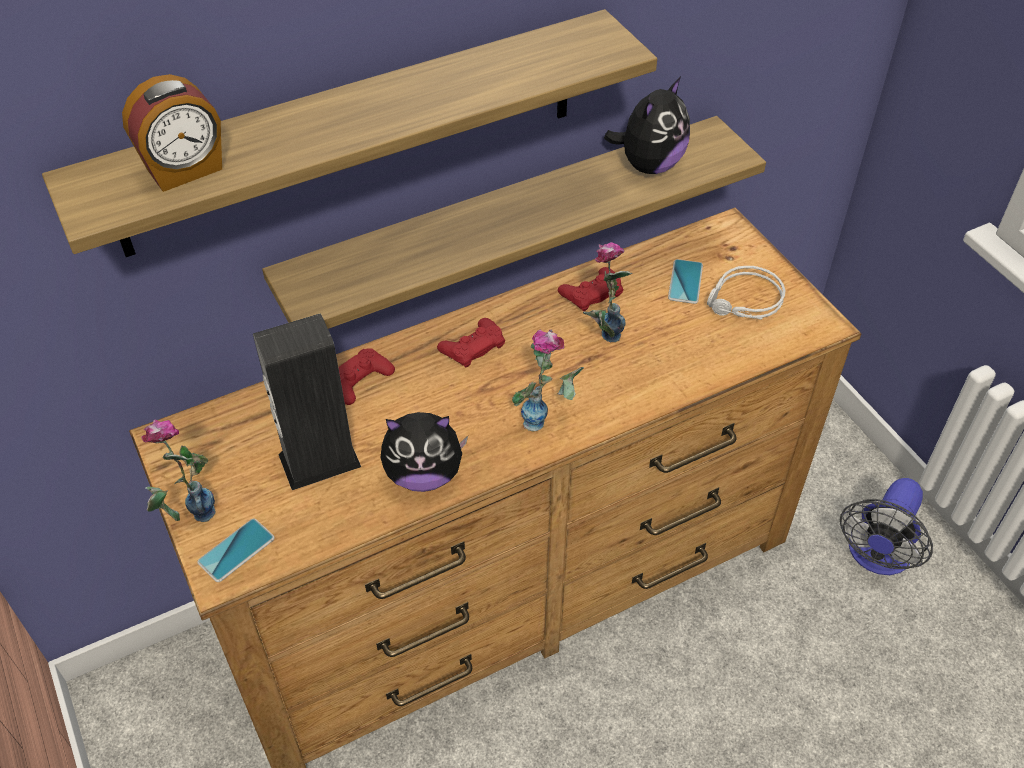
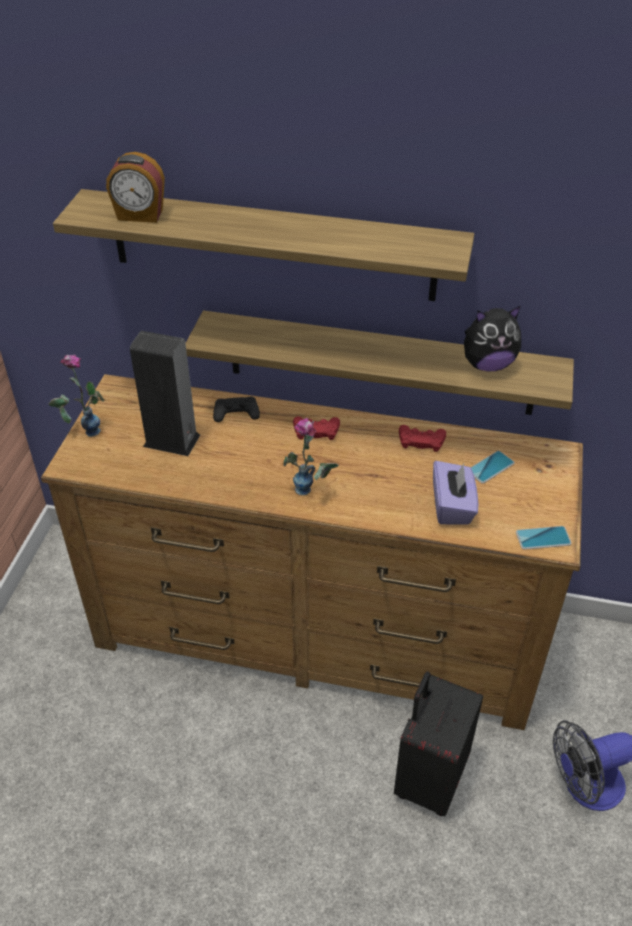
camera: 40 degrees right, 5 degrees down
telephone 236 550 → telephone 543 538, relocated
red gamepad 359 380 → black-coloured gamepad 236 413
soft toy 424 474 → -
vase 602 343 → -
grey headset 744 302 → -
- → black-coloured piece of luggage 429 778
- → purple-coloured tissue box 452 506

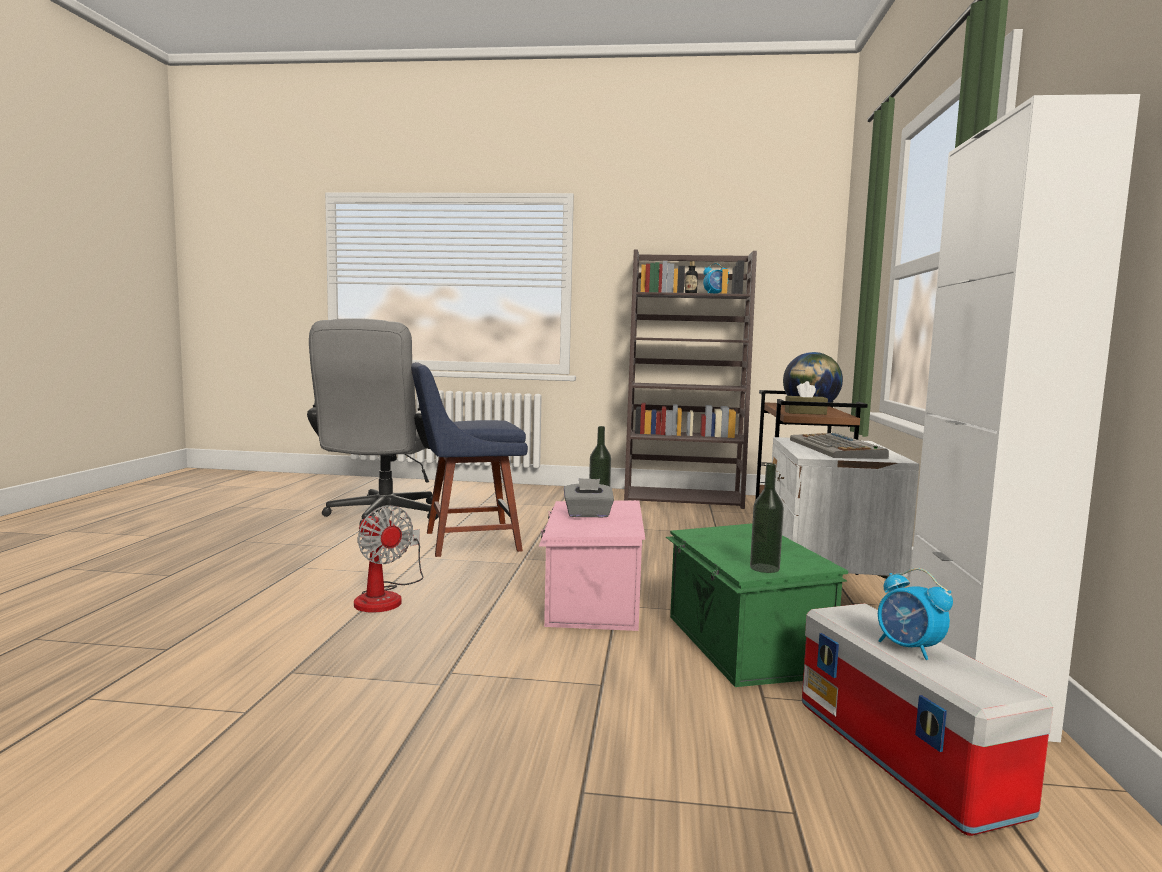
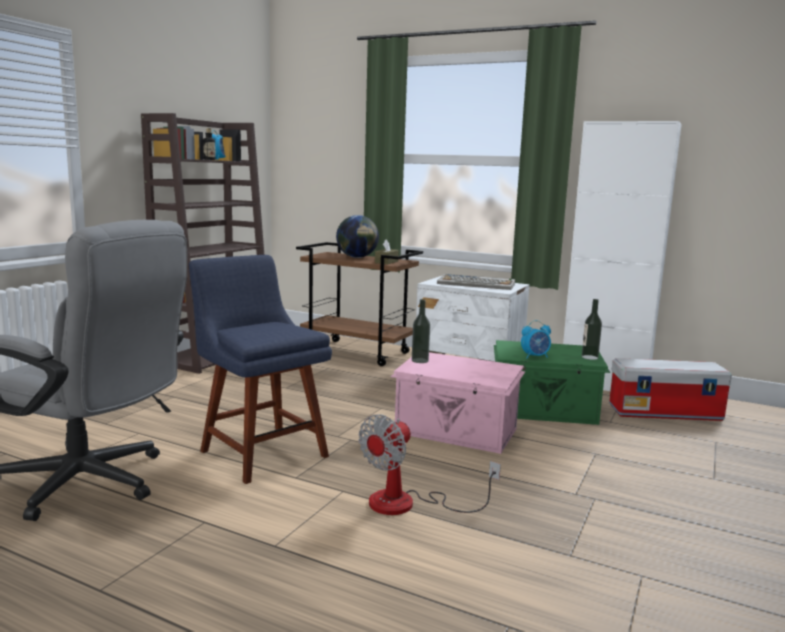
camera: 70 degrees left, 5 degrees up
cooling fan 385 597 → cooling fan 408 504, 150 degrees clockwise
bluish upright chair 466 542 → bluish upright chair 260 451, 135 degrees clockwise
grey tissue box 588 514 → -
alarm clock 909 649 → alarm clock 535 357, relocated

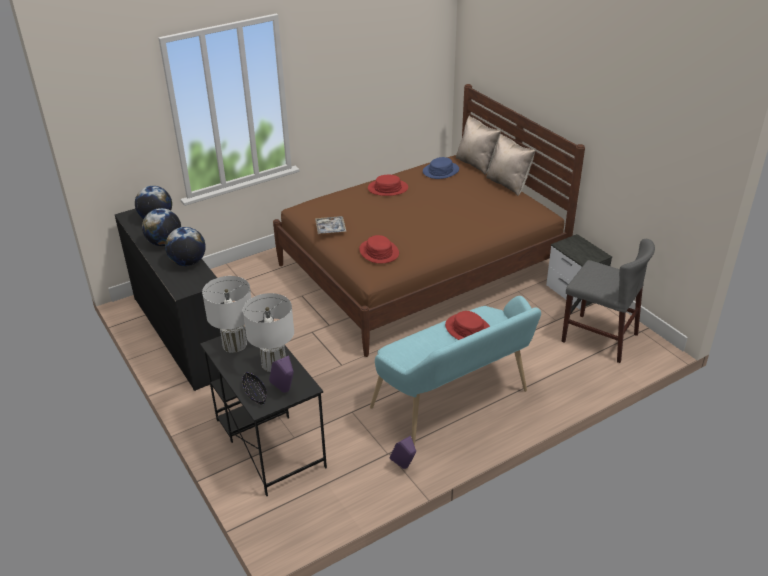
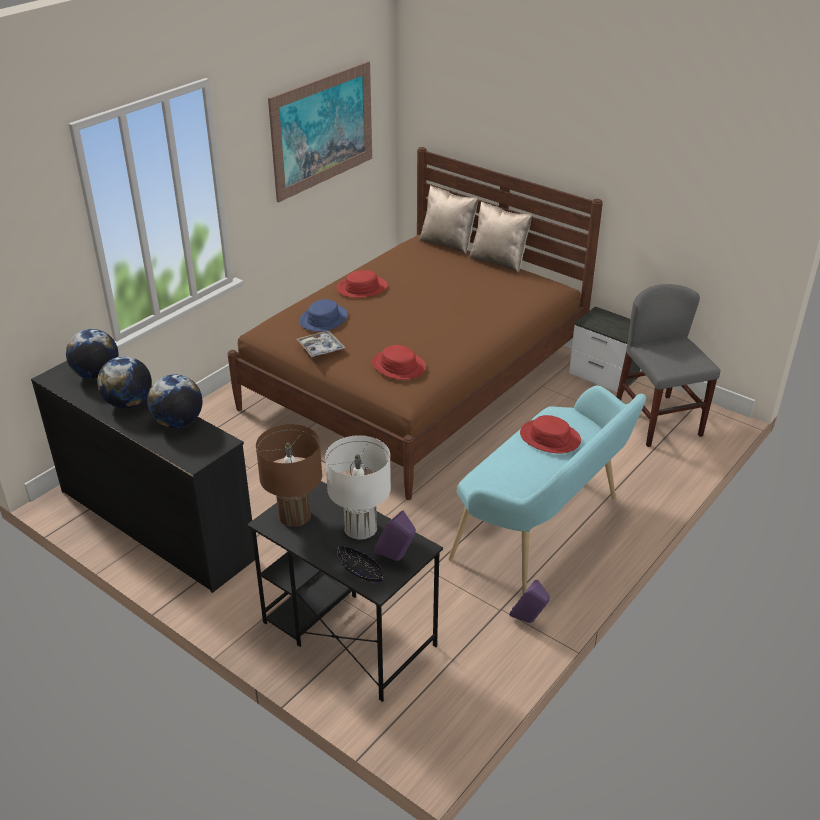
camera: 20 degrees left, 0 degrees up
white table lamp 234 344 → brown-coloured table lamp 294 515
bluish wearable hat 440 171 → bluish wearable hat 323 319, relocated
grey upright chair 599 338 → grey upright chair 658 421, 120 degrees counterclockwise
- → wall art 323 130

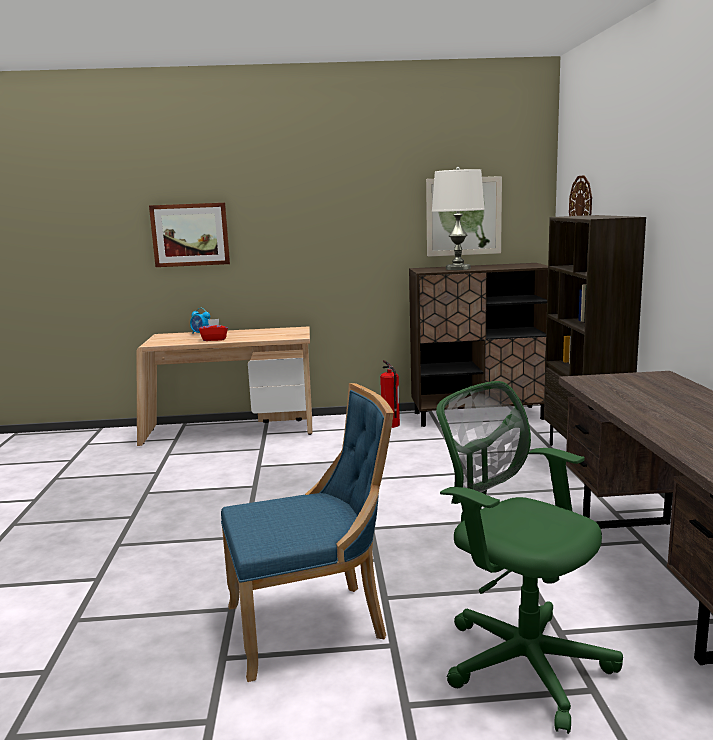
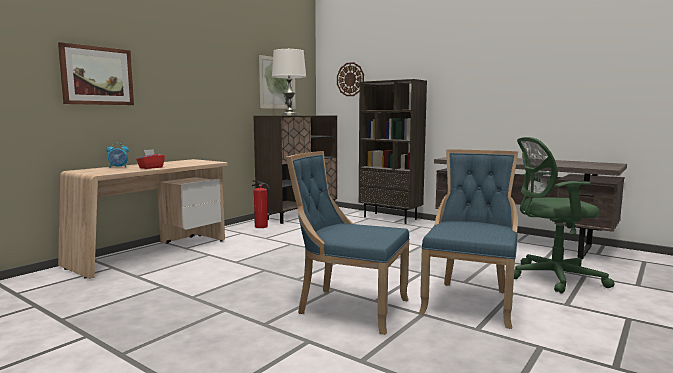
camera: 50 degrees left, 5 degrees down
- → bluish upright chair 349 308

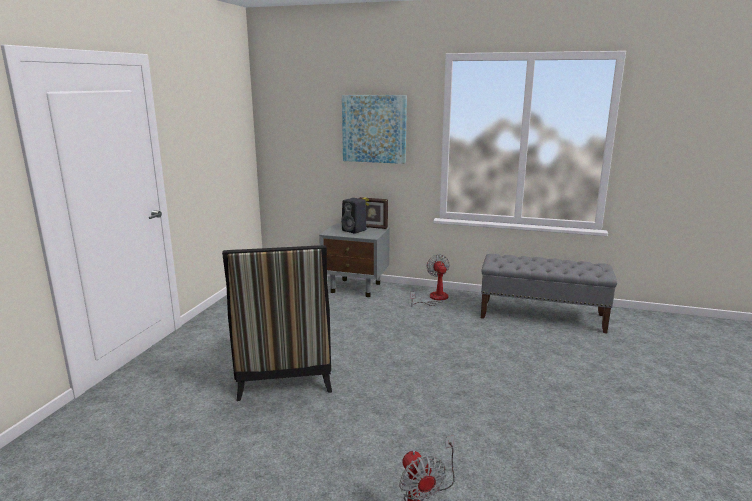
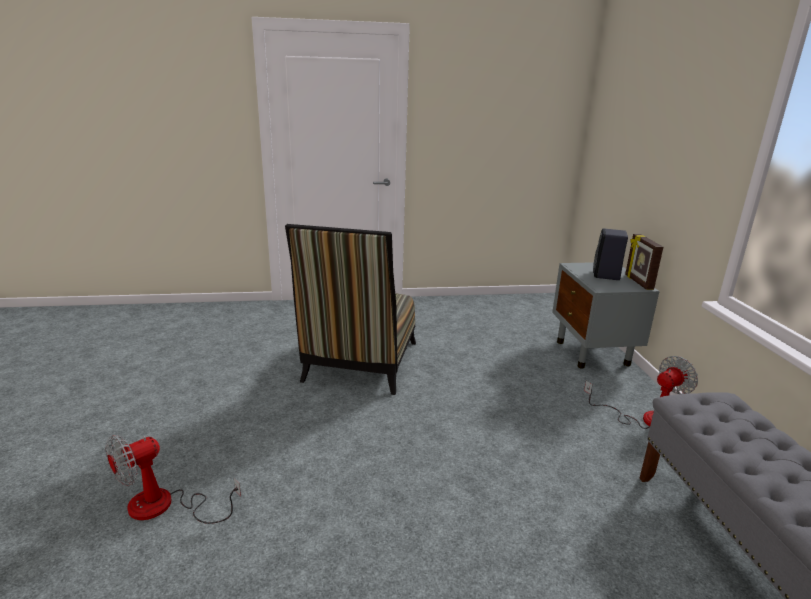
camera: 65 degrees right, 5 degrees up
upright chair 284 373 → upright chair 359 365, 45 degrees counterclockwise
wall art 374 129 → -

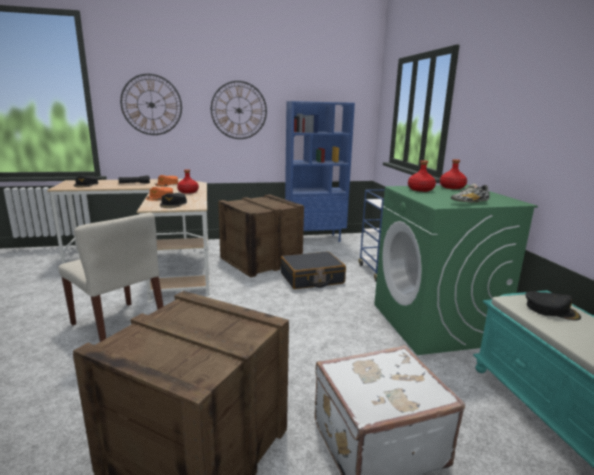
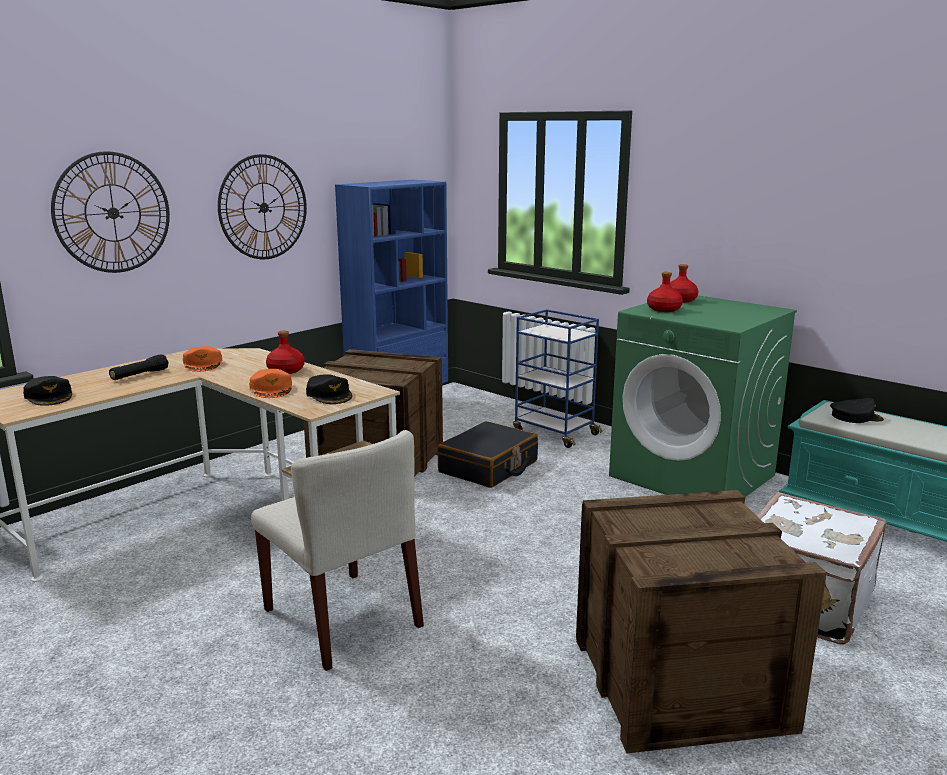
camera: 35 degrees left, 0 degrees up
sand-coloured upright chair 119 325 → sand-coloured upright chair 343 618, 45 degrees clockwise
low shoe 469 203 → -

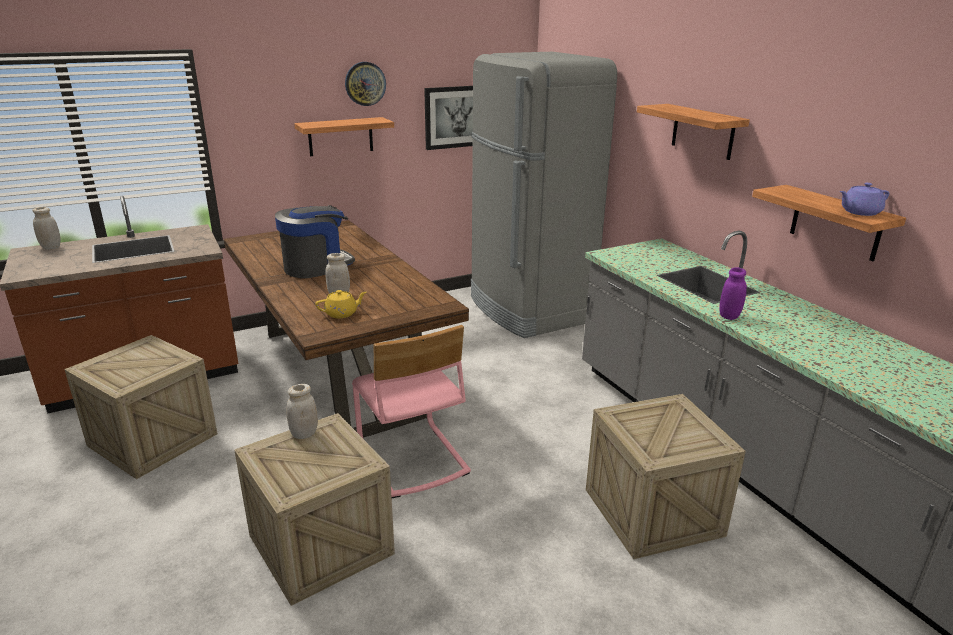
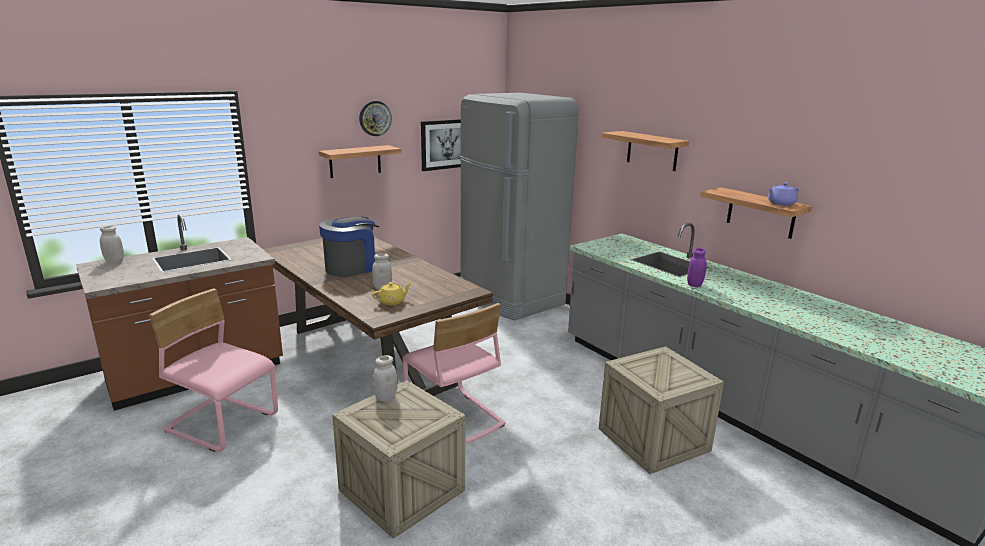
camera: 10 degrees left, 5 degrees down
crate 153 440 → pink-coloured upright chair 223 423

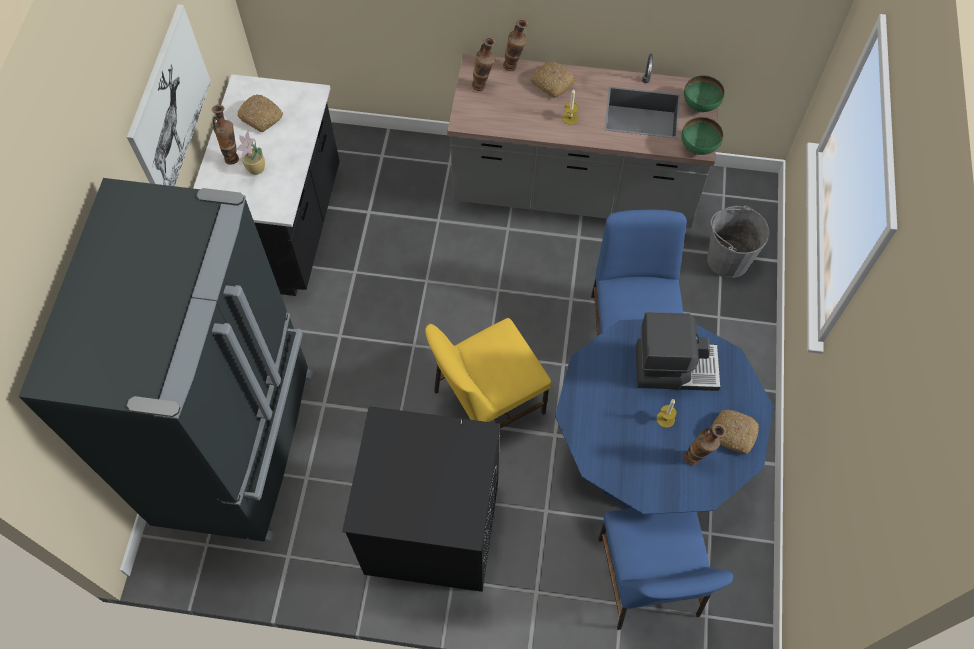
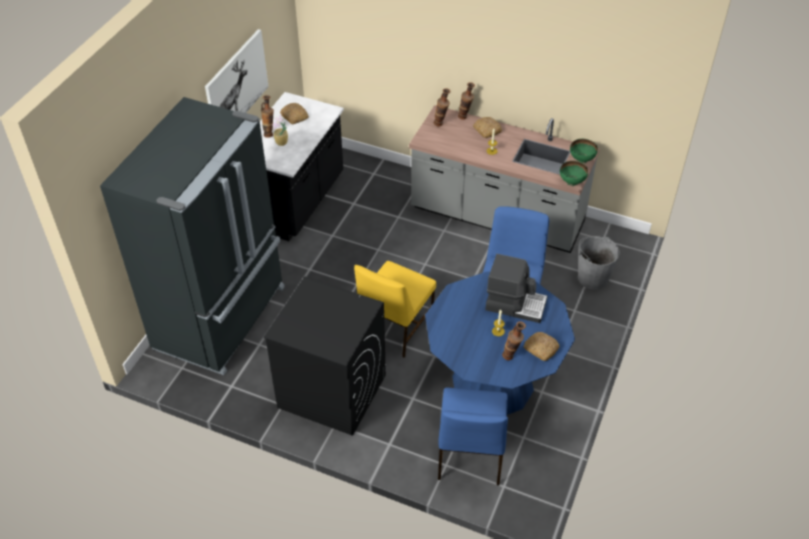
camera: 15 degrees right, 15 degrees down
yellow upright chair 487 402 → yellow upright chair 394 327, 45 degrees counterclockwise

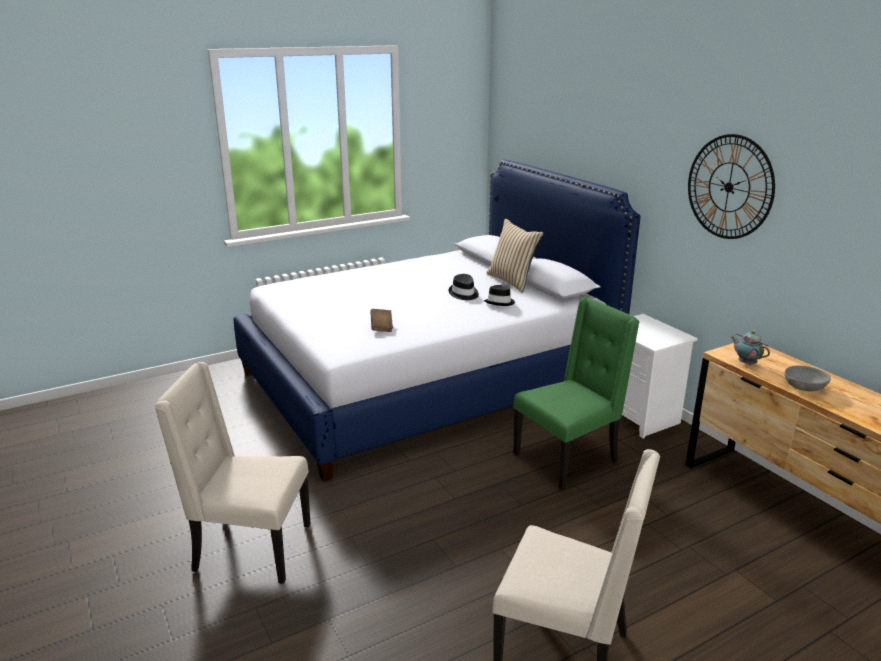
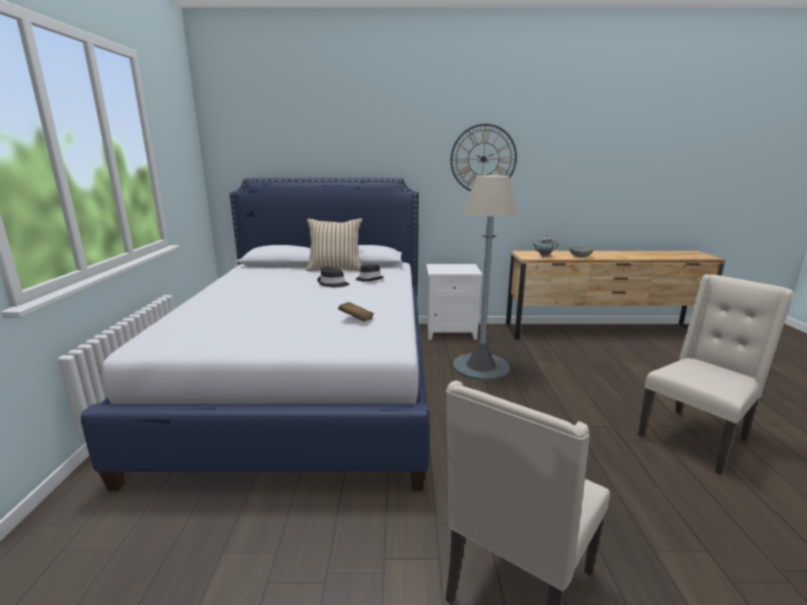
camera: 60 degrees left, 5 degrees down
greenish upright chair 568 459 → grey standard lamp 480 367

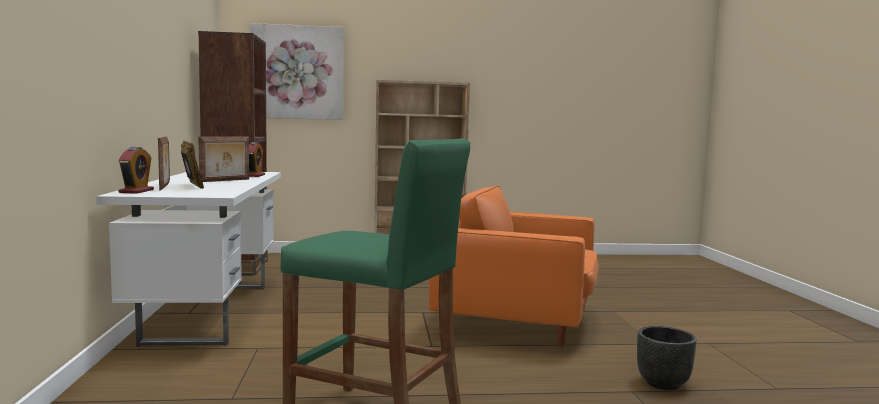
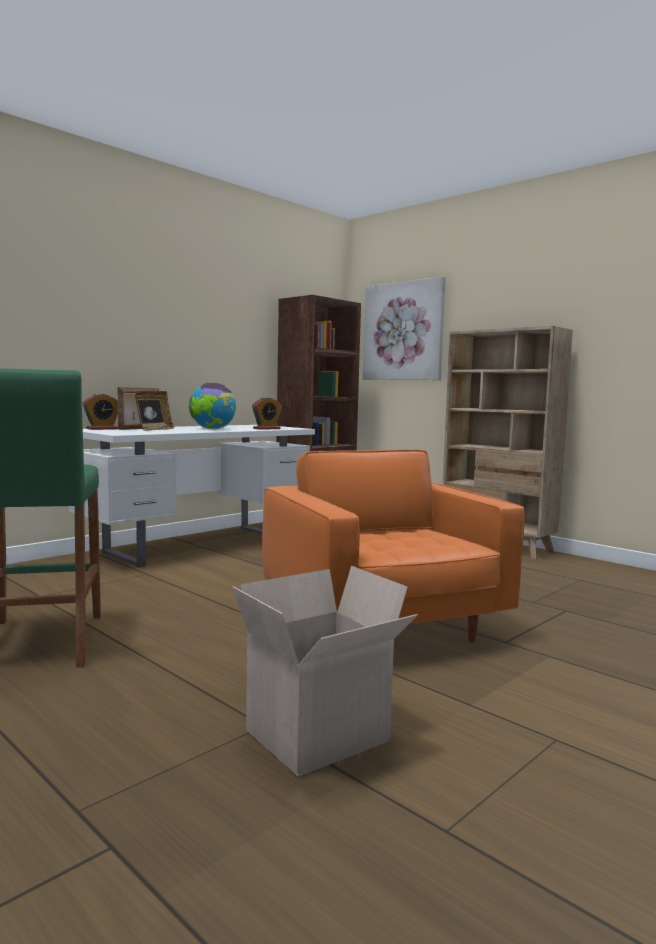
camera: 50 degrees right, 0 degrees up
photo frame 225 180 → world globe 212 429
black-coloured planter 662 384 → packing box 318 738

